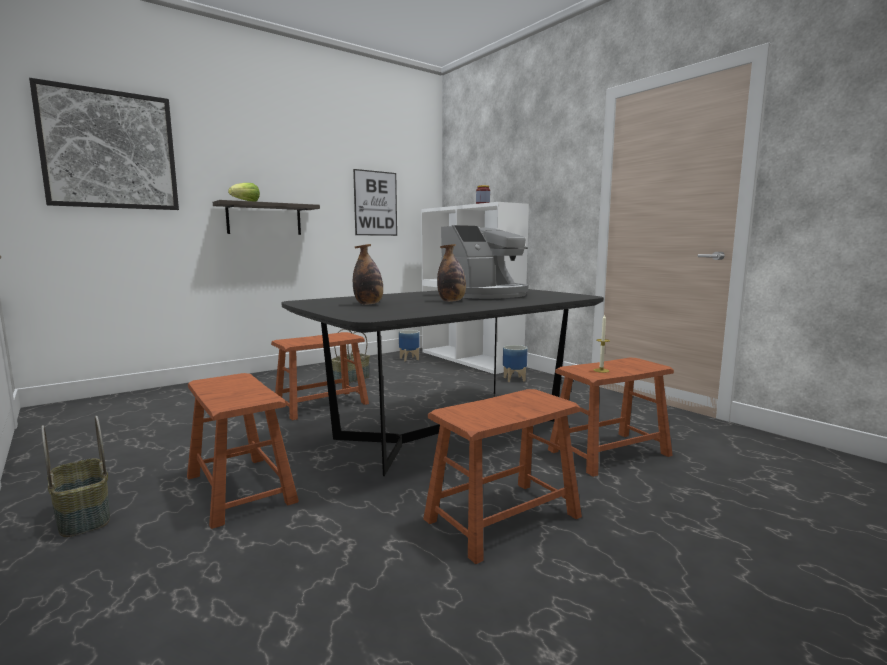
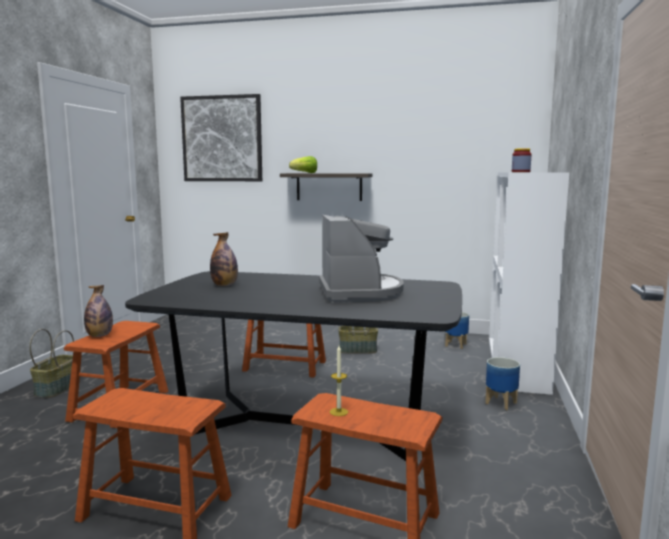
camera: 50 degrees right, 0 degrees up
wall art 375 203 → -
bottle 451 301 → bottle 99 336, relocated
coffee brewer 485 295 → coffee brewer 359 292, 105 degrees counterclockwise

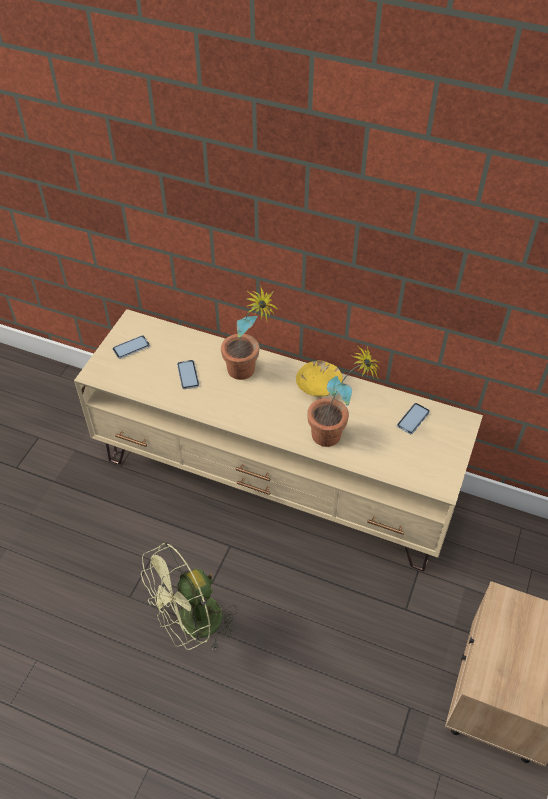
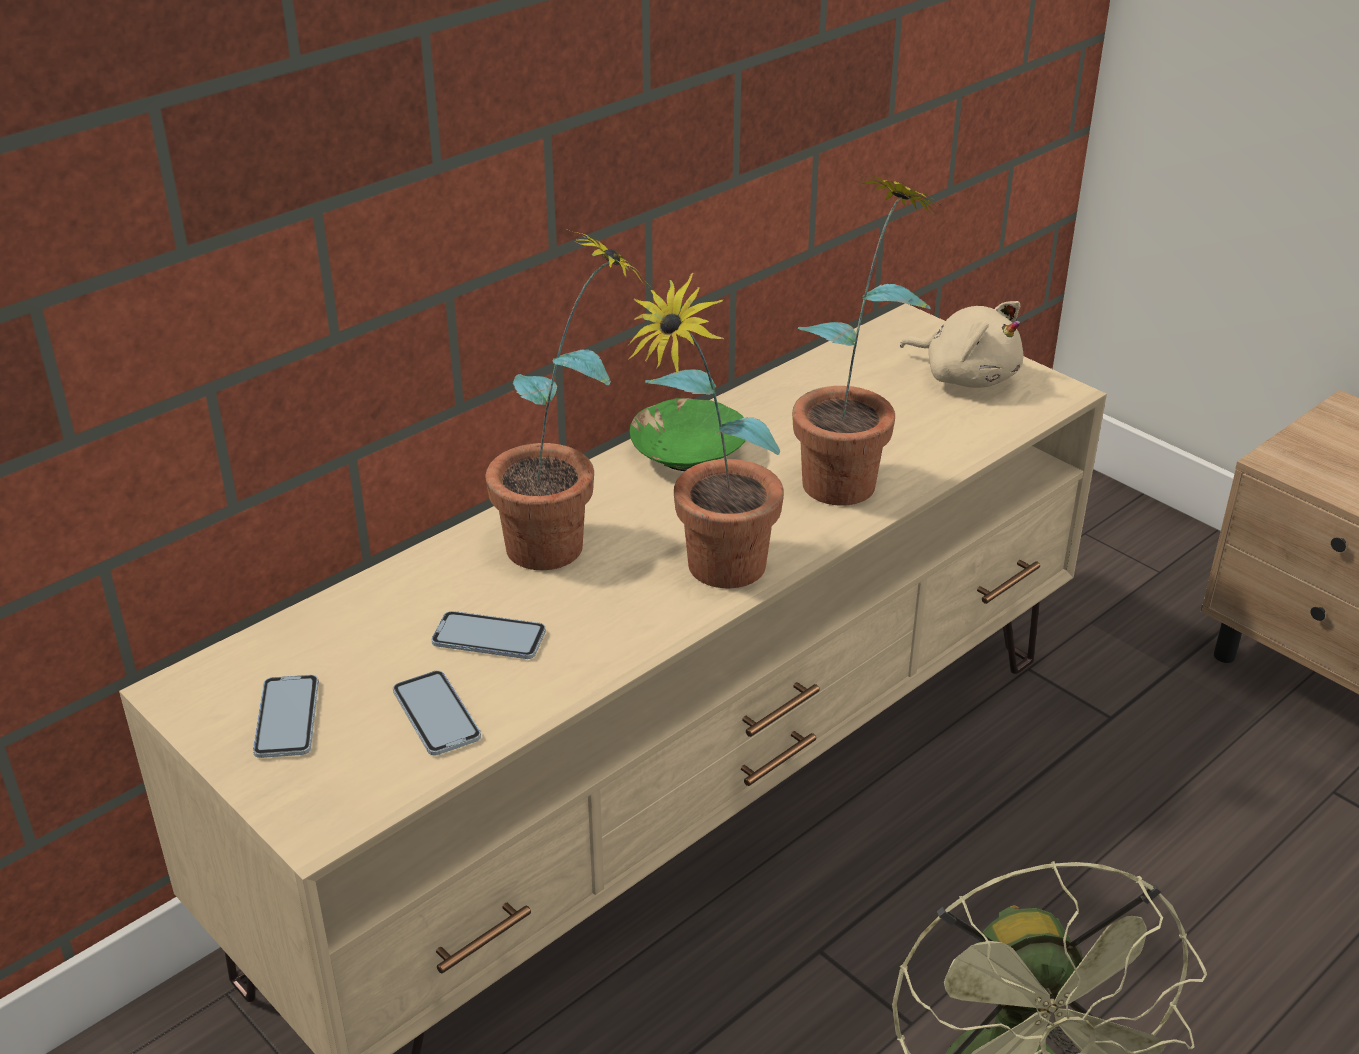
camera: 65 degrees left, 15 degrees down
yellow bowl 319 385 → greenish bowl 689 453
telephone 413 419 → telephone 436 715, relocated
- → plant in a pot 709 576
- → sand-coloured soft toy 966 376

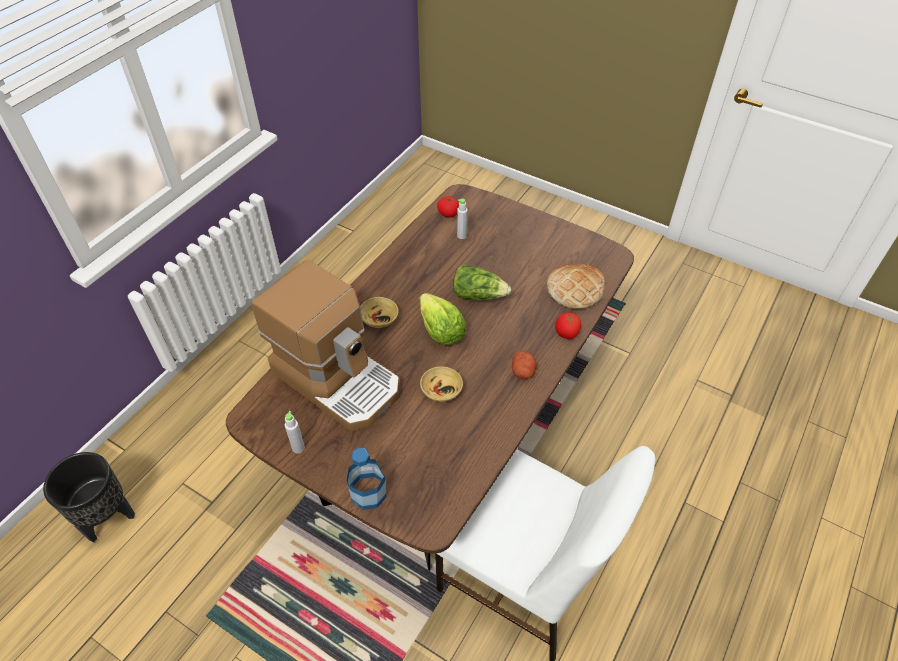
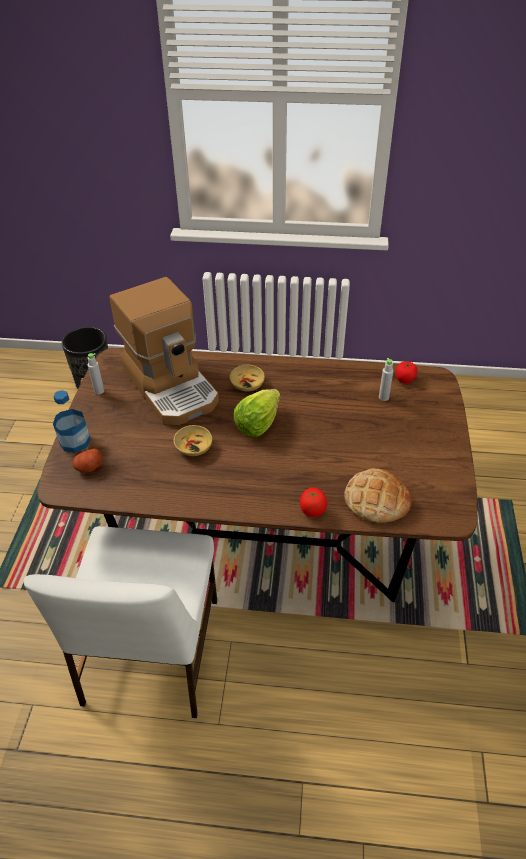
camera: 65 degrees right, 5 degrees down
coffee brewer 338 379 → coffee brewer 172 386, 45 degrees counterclockwise
lettuce 478 295 → -
potato 523 371 → potato 89 467, relocated

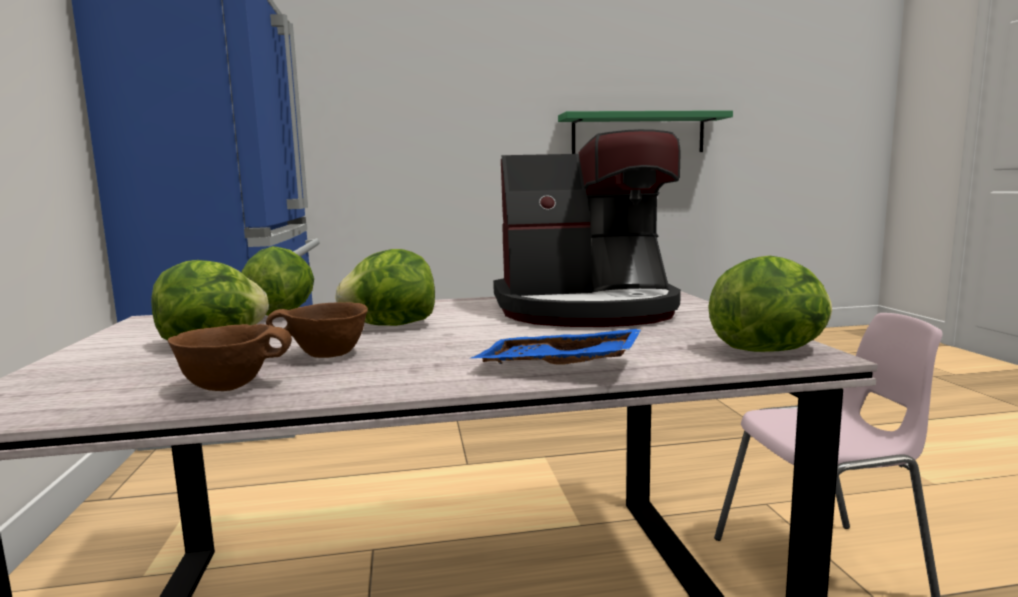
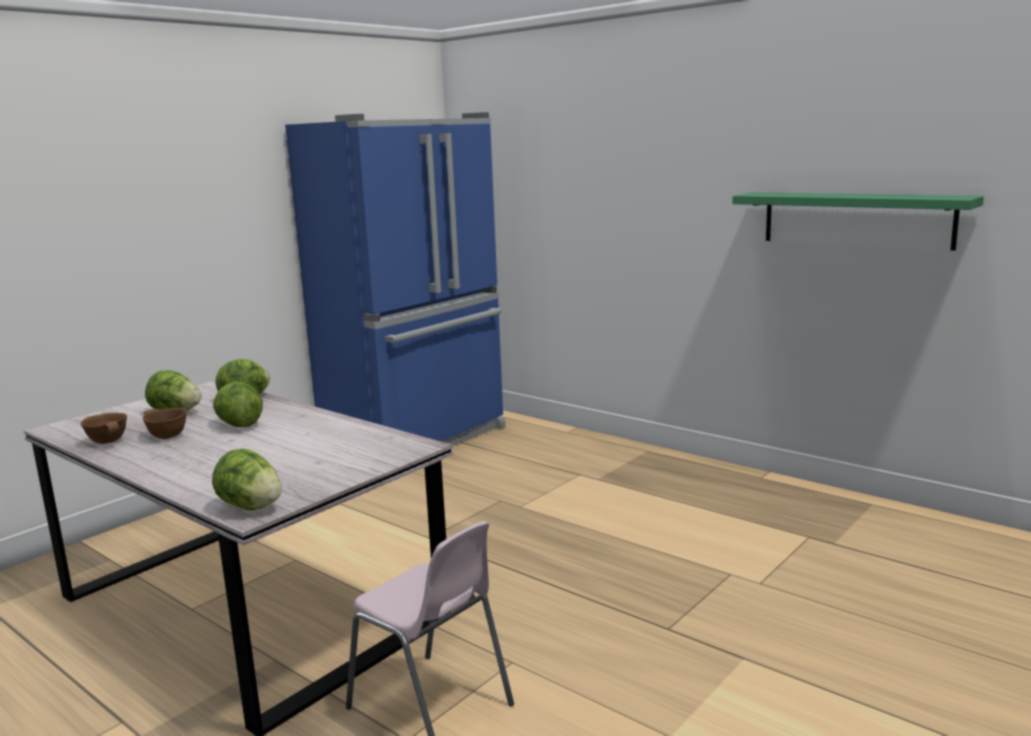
camera: 50 degrees right, 5 degrees up
bluish tray 557 367 → -
coffee brewer 586 309 → -

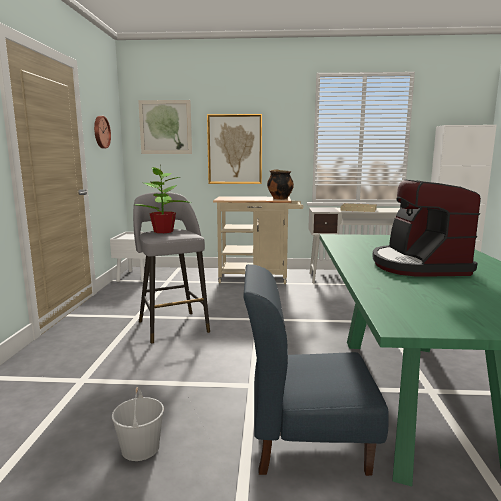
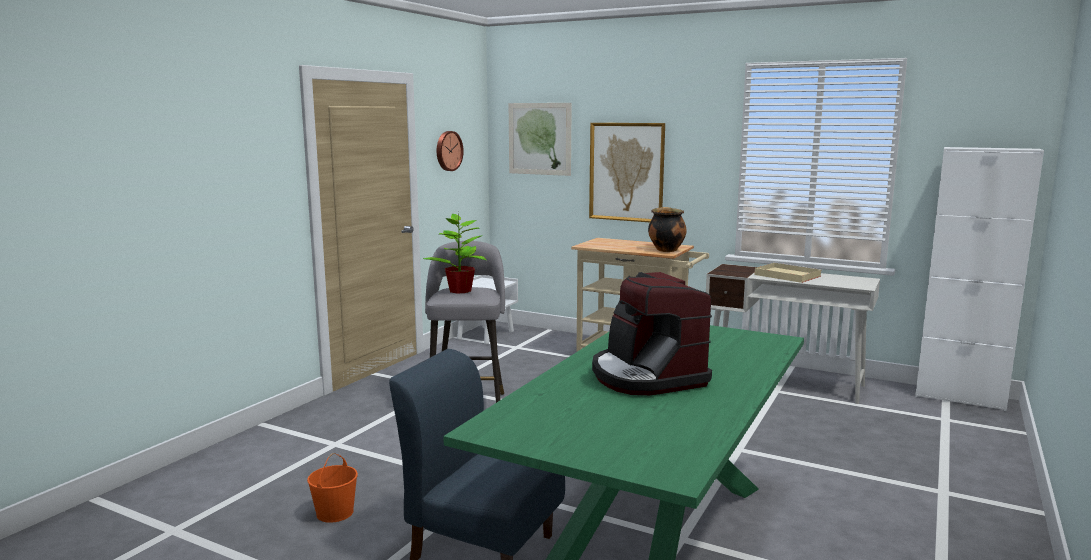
camera: 25 degrees right, 0 degrees up
white bucket 140 447 → orange-coloured bucket 335 512
coffee brewer 418 265 → coffee brewer 646 376, 45 degrees counterclockwise

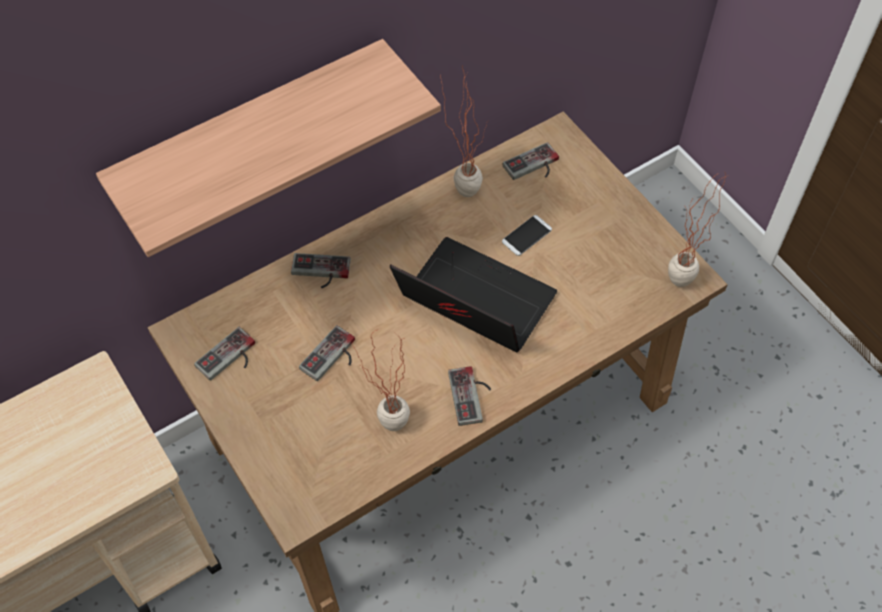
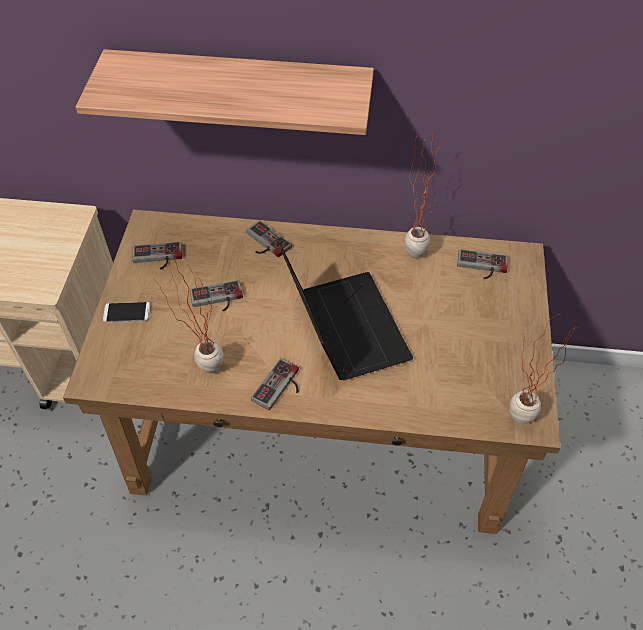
camera: 40 degrees right, 5 degrees down
telephone 526 235 → telephone 127 312, relocated

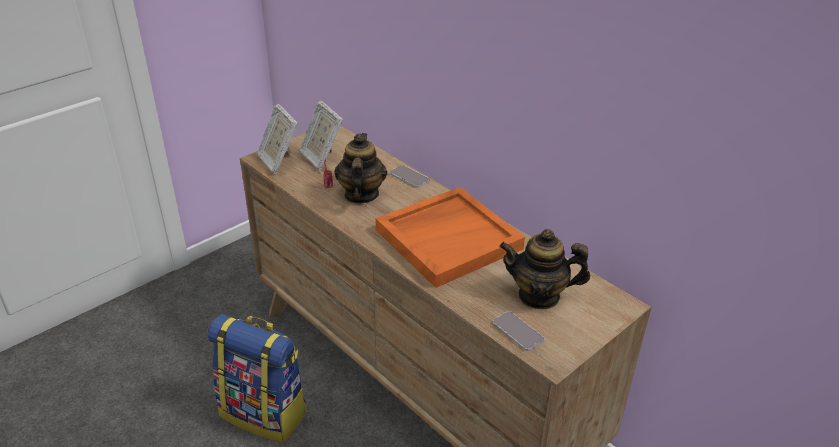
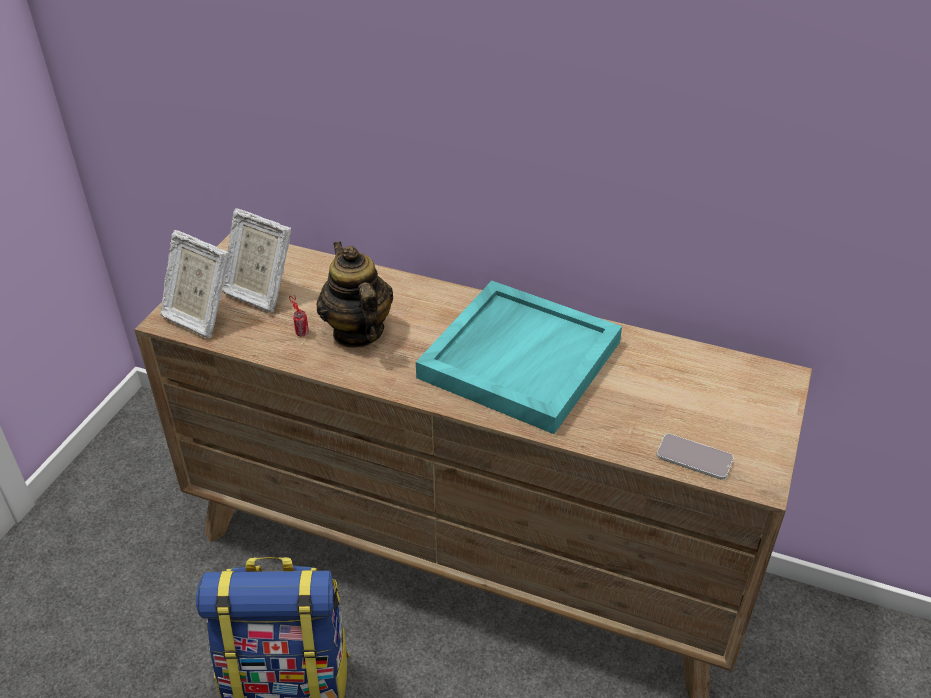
camera: 25 degrees left, 5 degrees up
orange-coloured tray 448 238 → turquoise-coloured tray 519 358
telephone 409 177 → -
tea pot 539 296 → -

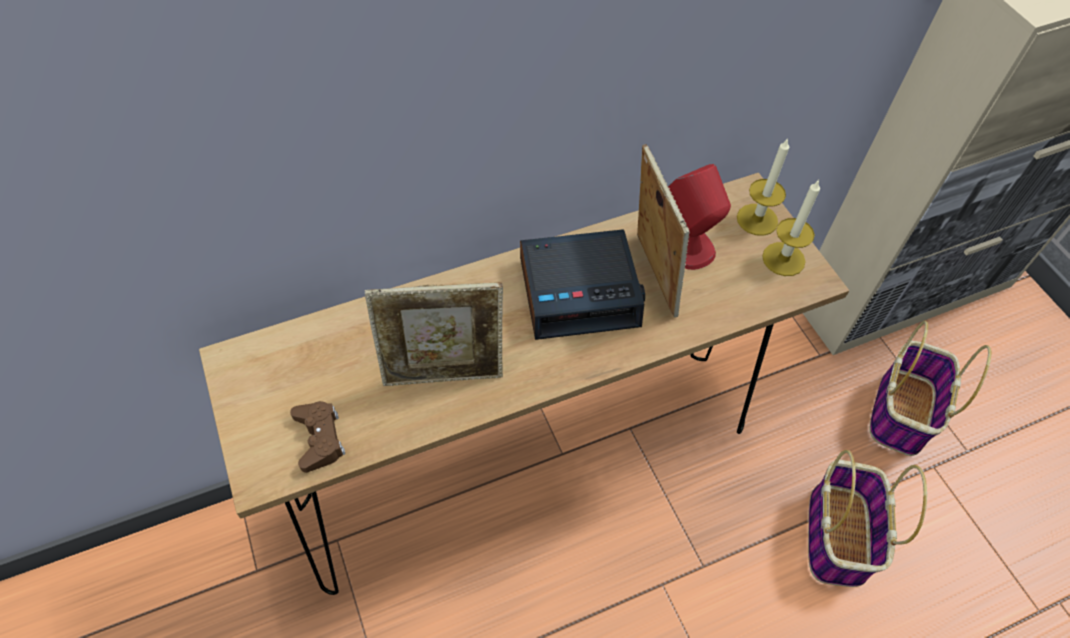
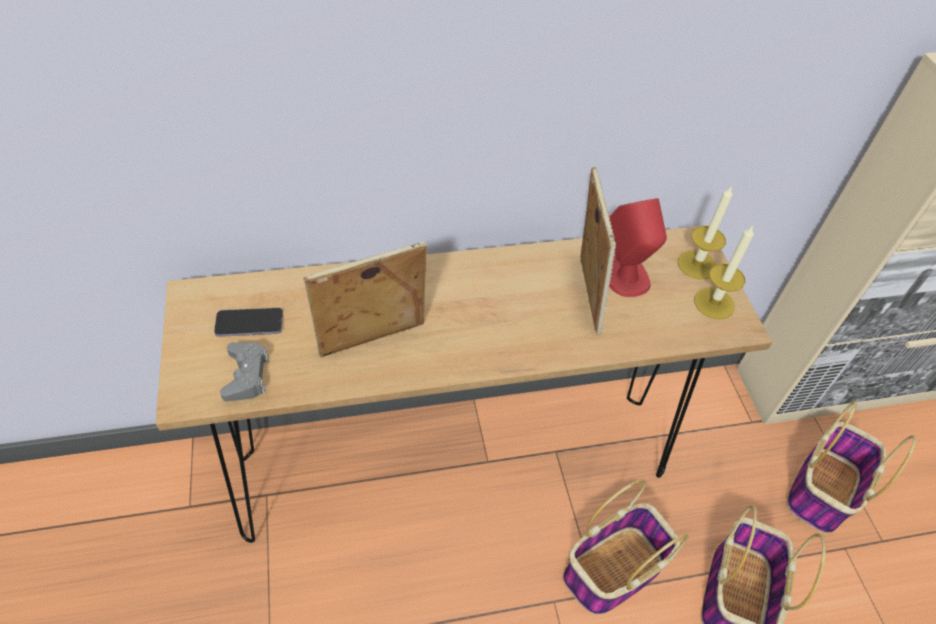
camera: 10 degrees right, 5 degrees down
brown-coloured gamepad 319 438 → grey gamepad 246 375
photo frame 444 375 → photo frame 372 343, 150 degrees clockwise
alarm clock 580 291 → -
- → telephone 249 323
- → storage basket 612 572

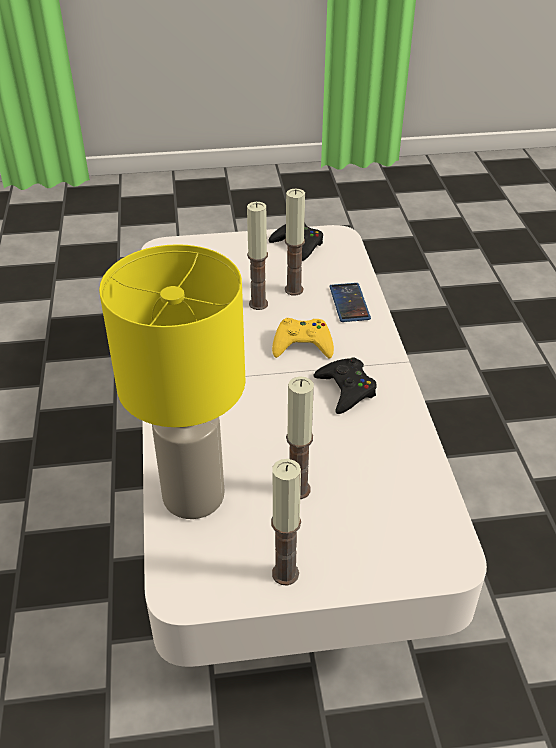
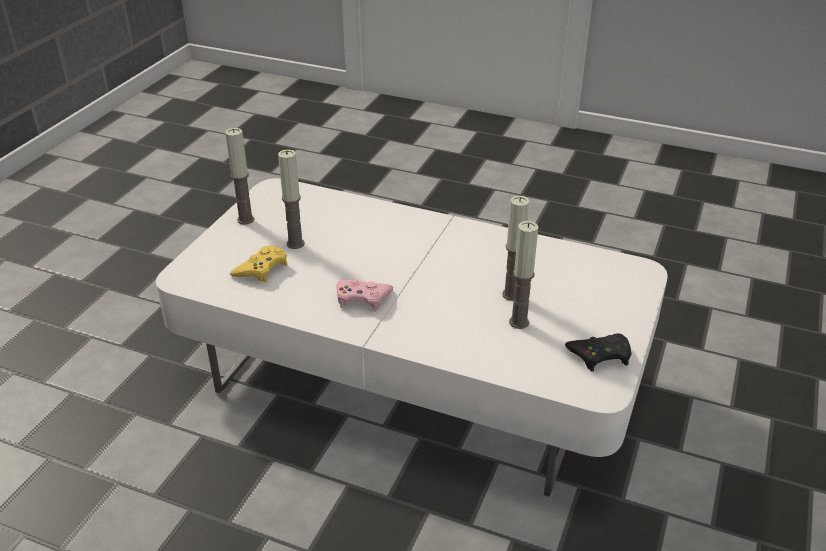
camera: 120 degrees right, 5 degrees down
yellow table lamp 195 495 → -
yellow gamepad 302 344 → yellow gamepad 261 268, relocated
black-coloured gamepad 346 389 → pink-coloured gamepad 362 298
telephone 349 303 → -

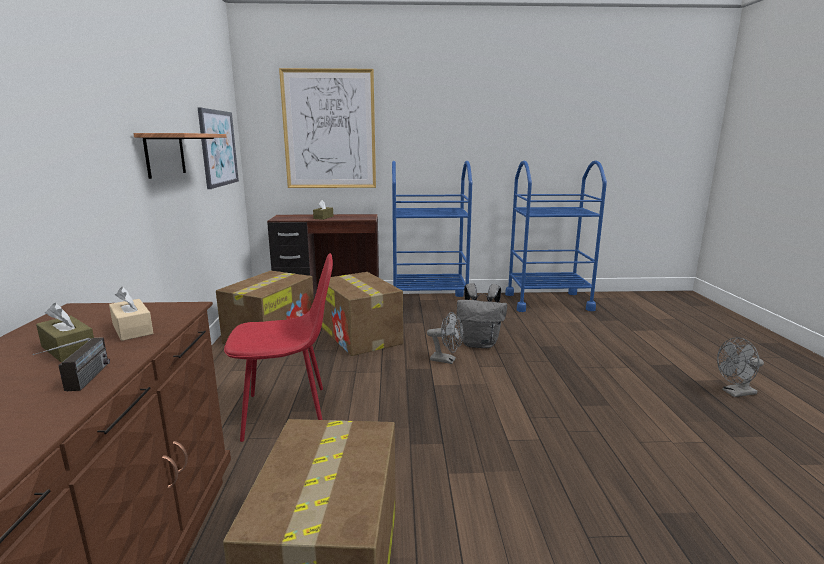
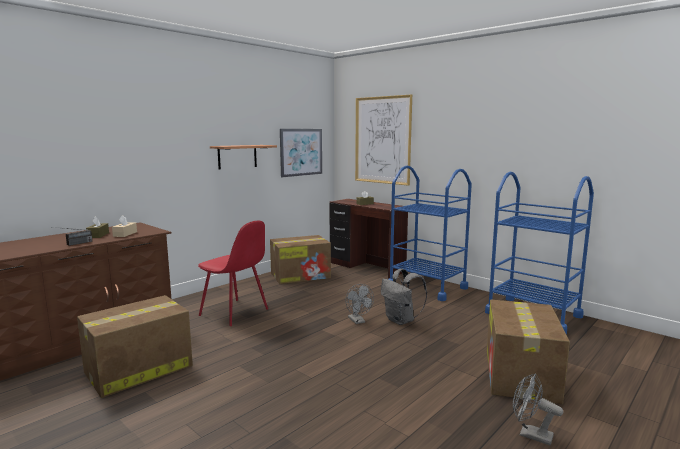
camera: 45 degrees right, 5 degrees down
packing box 361 336 → packing box 521 376, relocated

